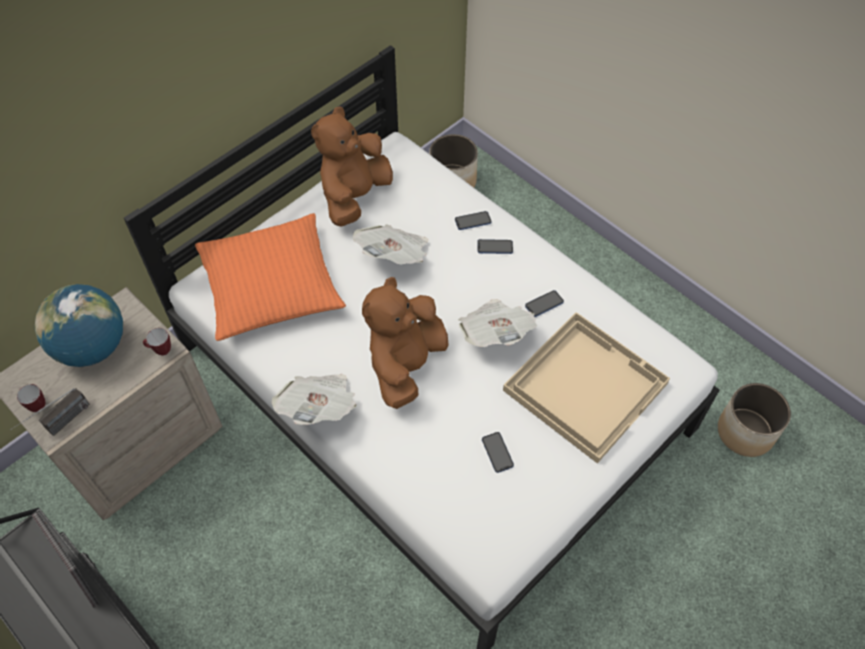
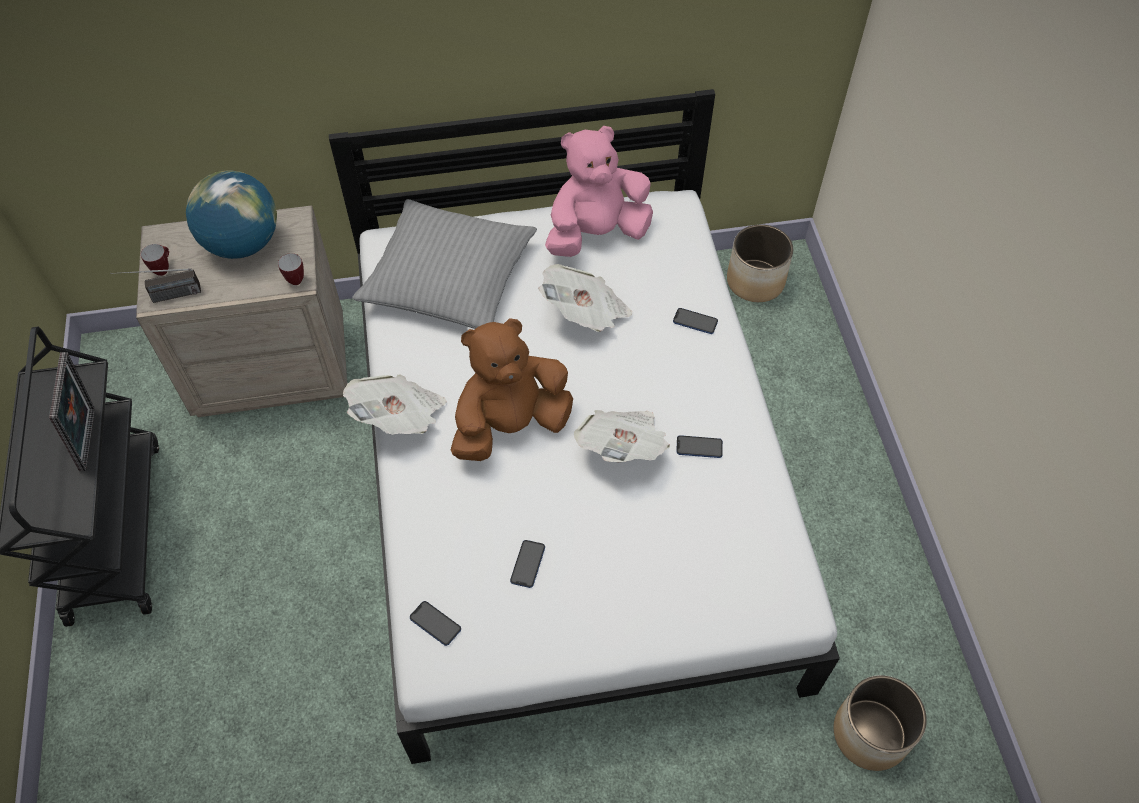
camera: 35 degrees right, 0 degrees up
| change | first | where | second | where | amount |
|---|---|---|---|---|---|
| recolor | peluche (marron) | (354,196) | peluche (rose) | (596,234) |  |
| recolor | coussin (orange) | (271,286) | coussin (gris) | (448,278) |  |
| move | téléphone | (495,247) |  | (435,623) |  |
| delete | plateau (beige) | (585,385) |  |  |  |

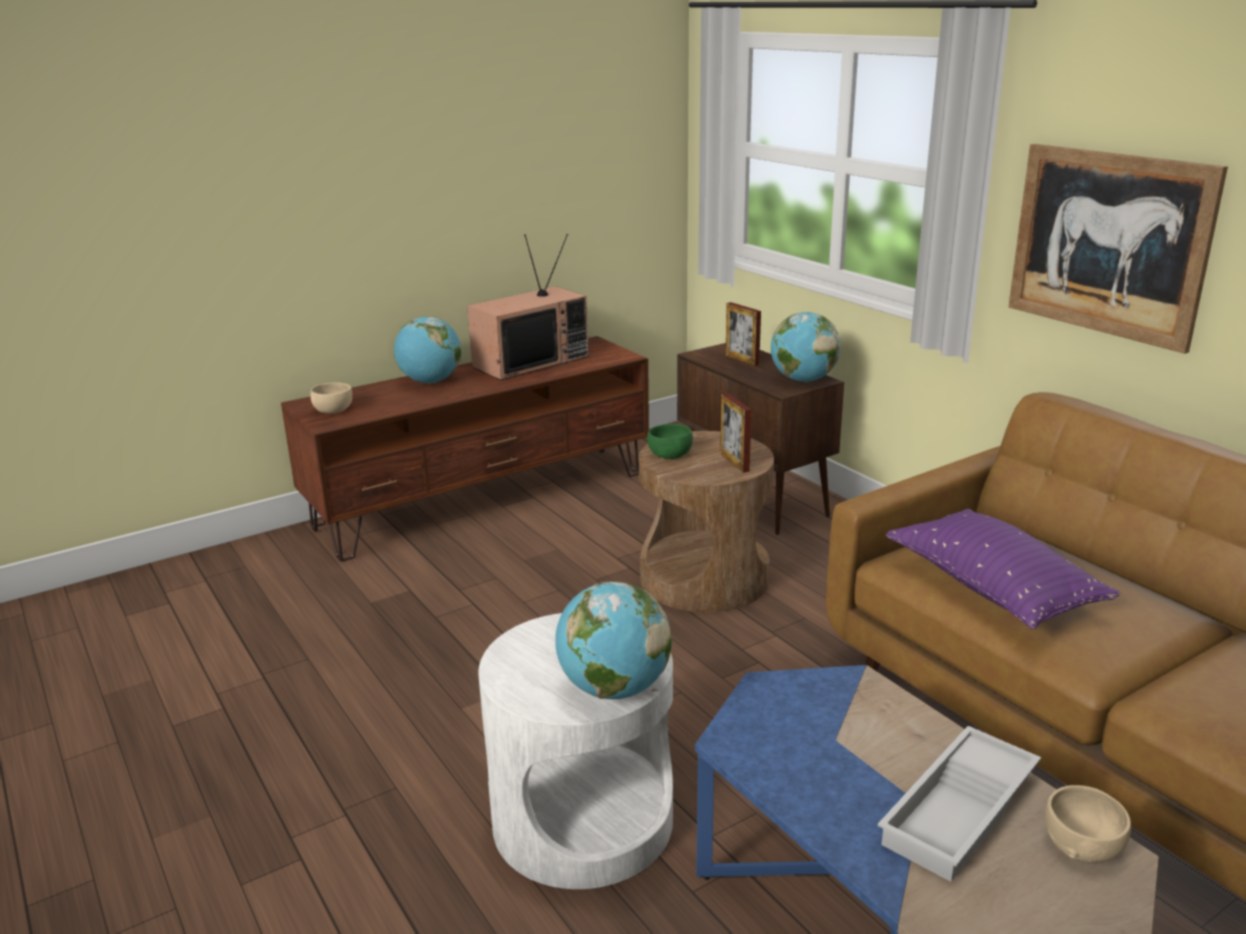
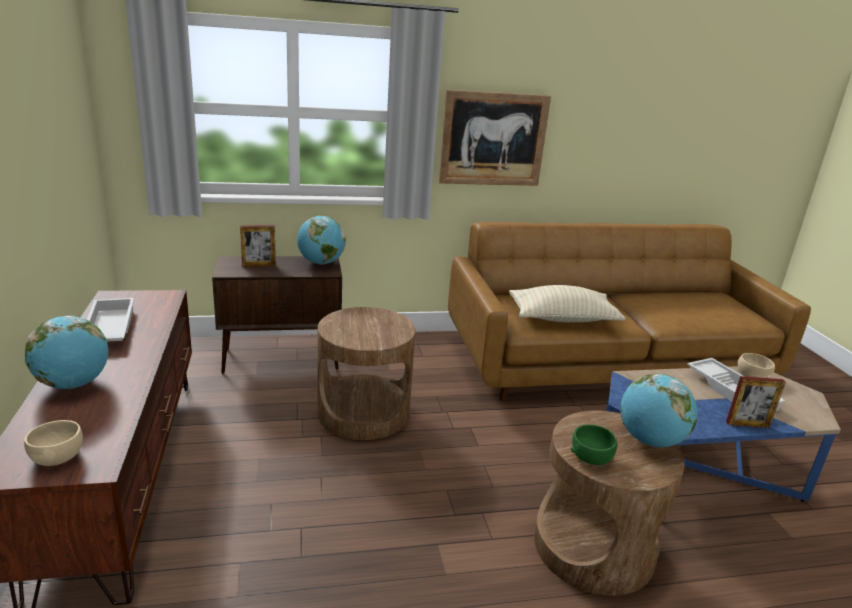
camera: 70 degrees left, 0 degrees up
| change | first | where | second | where | amount |
|---|---|---|---|---|---|
| replace | téléviseur | (531,361) | plateau (blanc) | (108,328) |  |
| move | cadre photo | (734,462) |  | (747,424) |  |
| move | bol (vert) | (670,454) |  | (591,456) |  |
| recolor | coussin (violet) | (992,589) | coussin (beige) | (562,319) |  |
| recolor | table d'appoint (blanc) | (583,819) | table d'appoint (marron) | (592,547) |  |

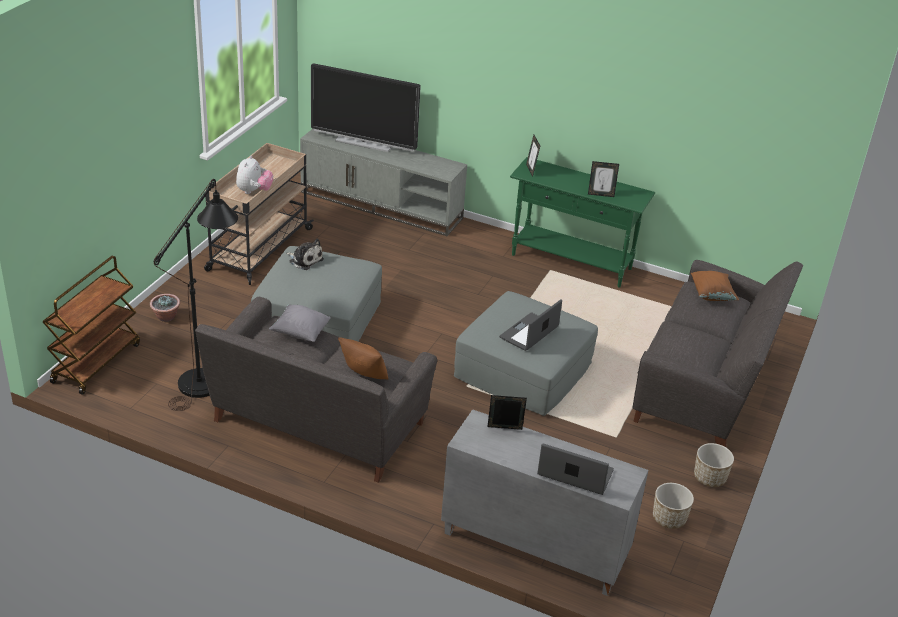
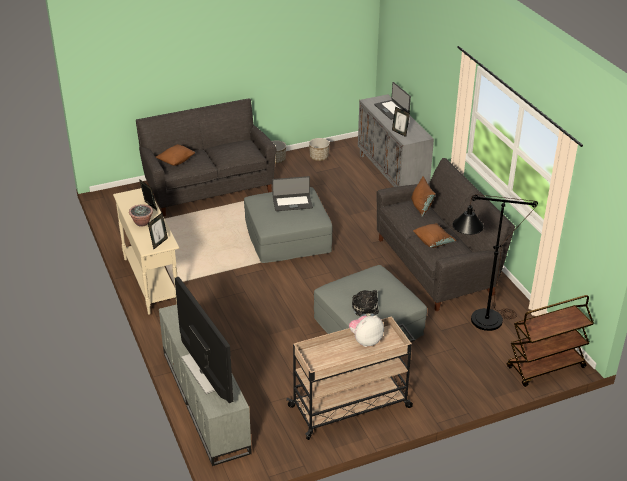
camera: 135 degrees left, 0 degrees up
| change | first | where | second | where | amount |
|---|---|---|---|---|---|
| recolor | table console (vert) | (571,262) | table console (beige) | (151,282) |  |
| move | plante en pot | (166,317) |  | (142,223) |  |
| recolor | coussin (gris) | (300,333) | coussin (marron) | (433,242) |  |

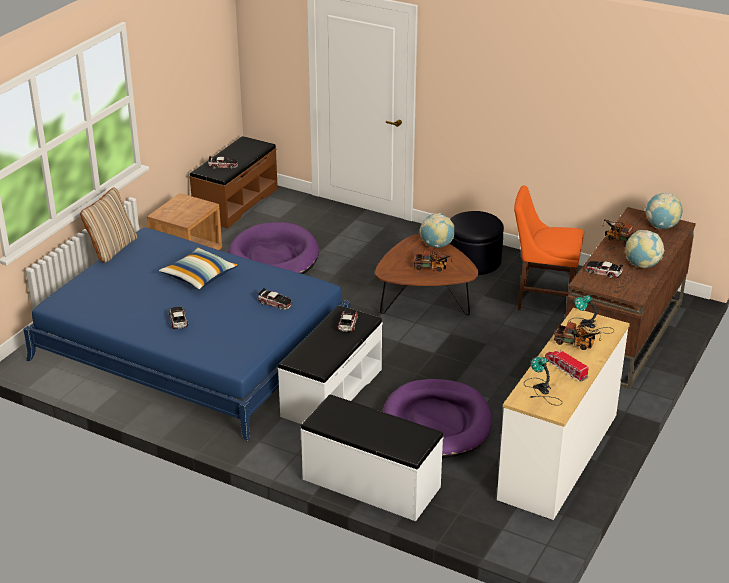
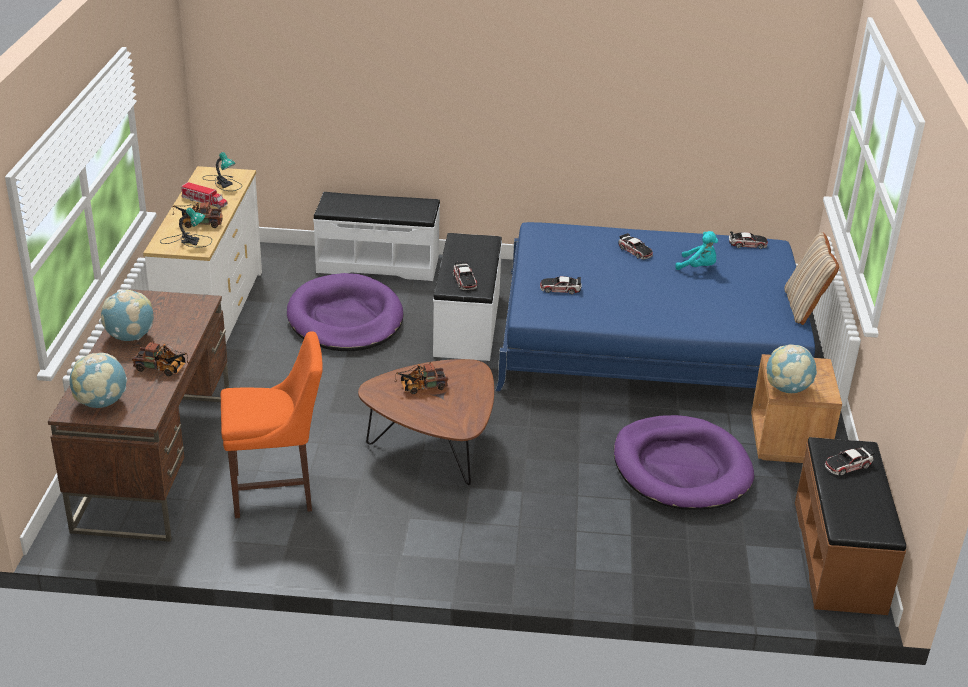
camera: 155 degrees right, 0 degrees up
| change | first | where | second | where | amount |
|---|---|---|---|---|---|
| delete | pouf (noir) | (473,261) |  |  |  |
| move | globe | (436,245) |  | (787,389) |  |
| delete | coussin | (199,276) |  |  |  |
| move | petite voiture | (603,272) |  | (747,244) |  |
| insert |  |  | peluche (turquoise) | (698,267) |  |

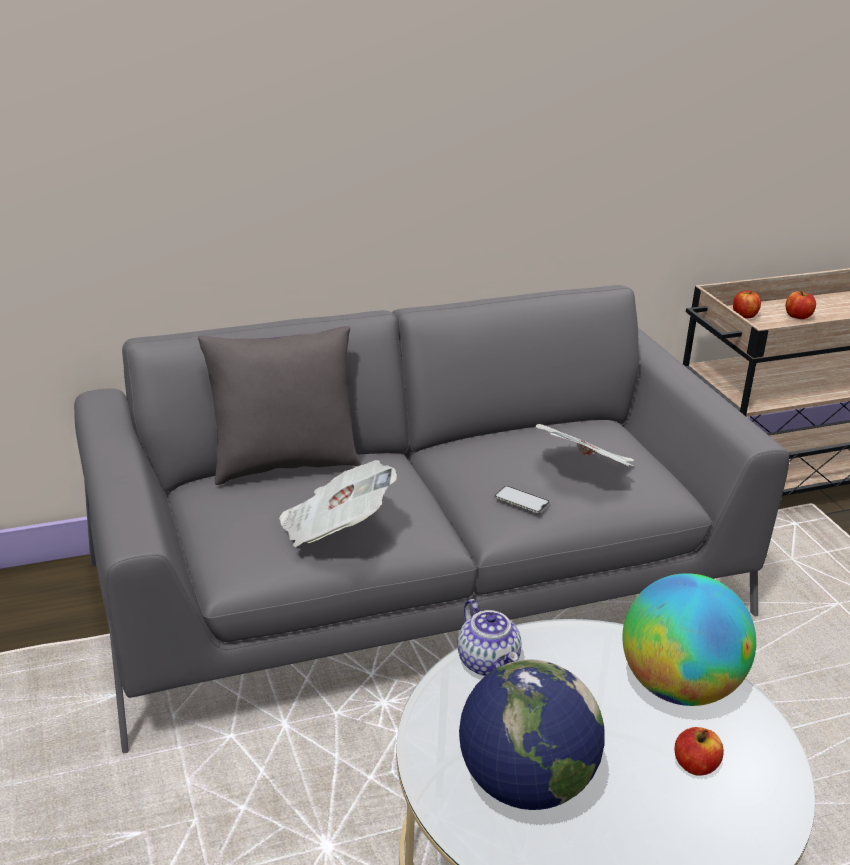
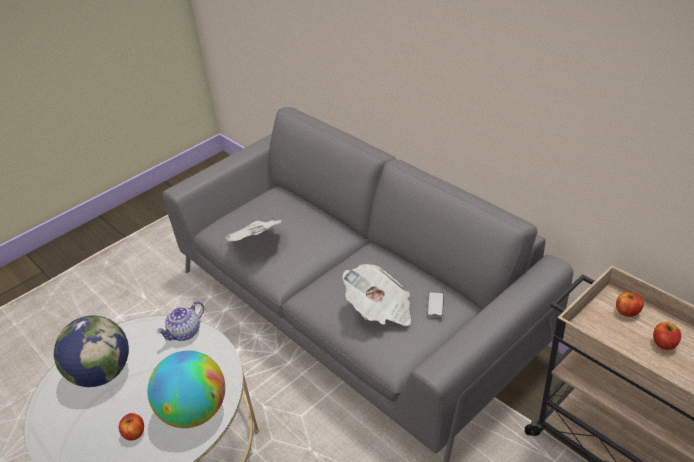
camera: 70 degrees right, 10 degrees up
| change | first | where | second | where | amount |
|---|---|---|---|---|---|
| delete | coussin (gris) | (283,465) |  |  |  |
| move | téléphone | (521,500) |  | (435,304) |  |

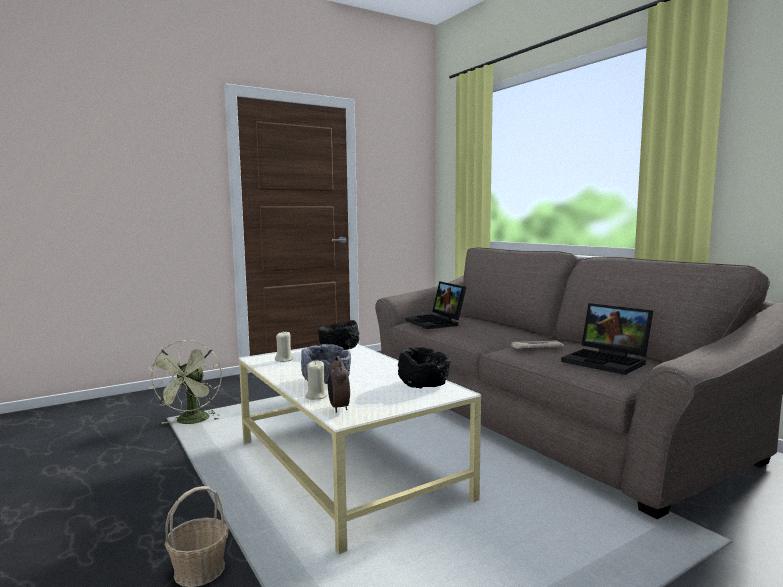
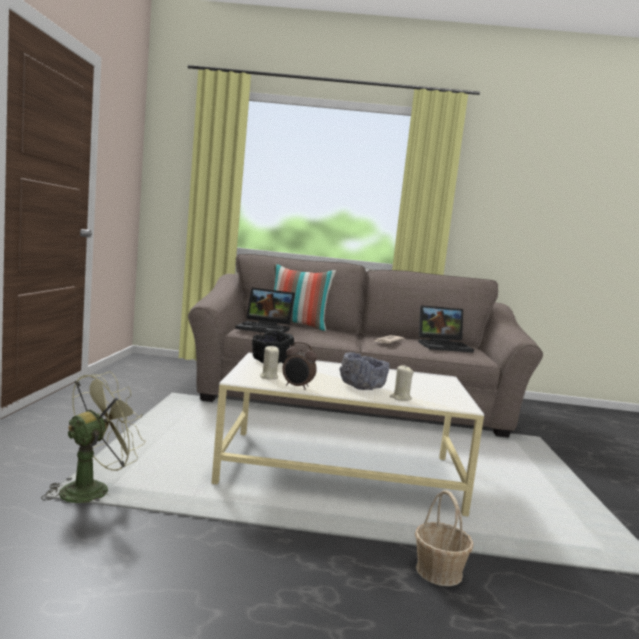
camera: 55 degrees left, 0 degrees up
| change | first | where | second | where | amount |
|---|---|---|---|---|---|
| rotate | ventilateur (vert) | (191,422) |  | (93,489) | 90 degrees counterclockwise |
| delete | bol (noir) | (423,383) |  |  |  |
| move | réveil | (338,408) |  | (297,387) |  |
| insert |  |  | coussin | (296,325) |  |

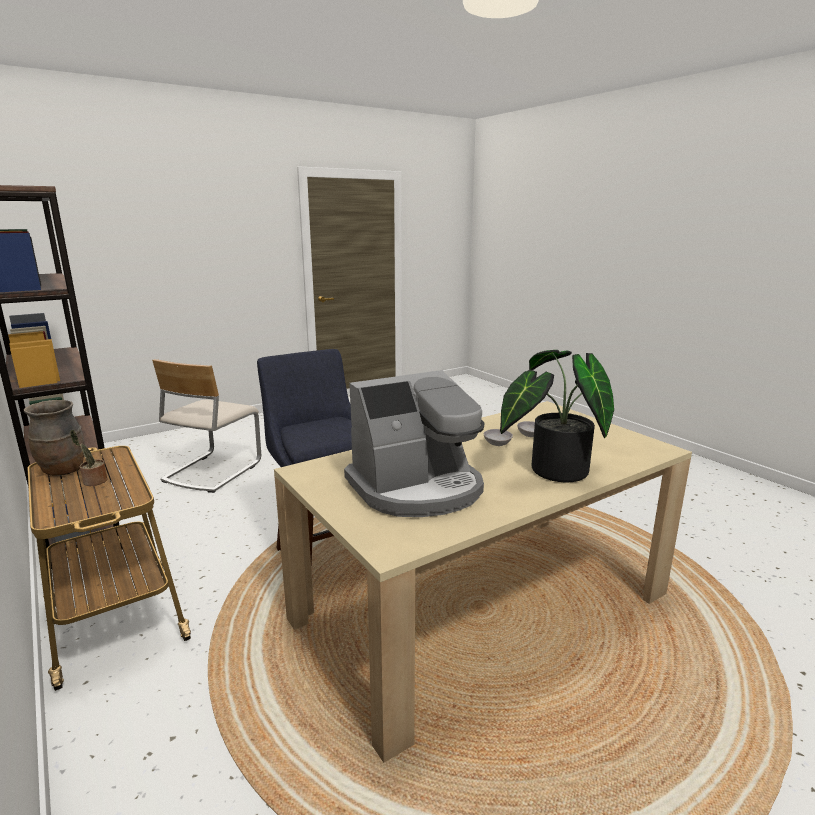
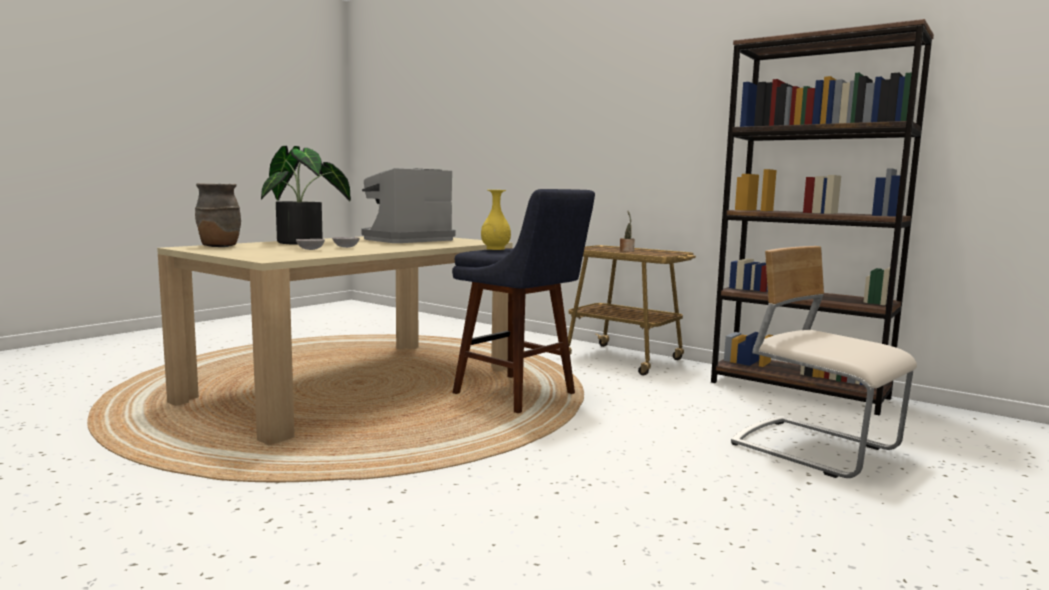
camera: 160 degrees right, 10 degrees down
| change | first | where | second | where | amount |
|---|---|---|---|---|---|
| rotate | chaise (beige) | (212,471) |  | (815,449) | 45 degrees counterclockwise |
| move | vase (marron) | (64,471) |  | (219,246) |  |
| insert |  |  | vase (jaune) | (495,249) |  |

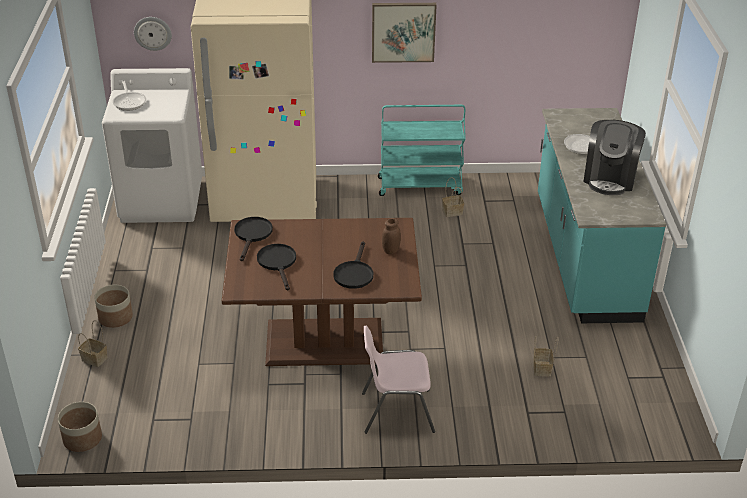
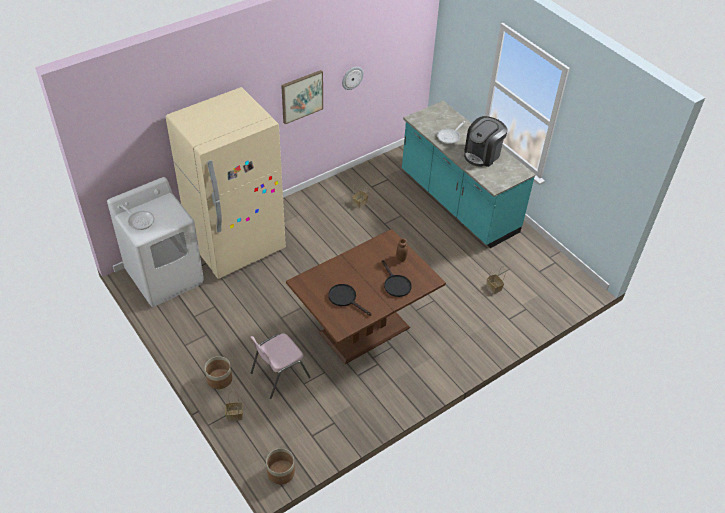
camera: 35 degrees left, 10 degrees up
| change | first | where | second | where | amount |
|---|---|---|---|---|---|
| move | horloge murale | (152,33) |  | (352,77) |  |
| delete | chariot (turquoise) | (420,185) |  |  |  |
| rotate | machine à café | (610,178) |  | (482,154) | 60 degrees clockwise |
| delete | poêle (noir) | (252,235) |  |  |  |
| move | chaise (rose) | (396,411) |  | (279,375) |  |

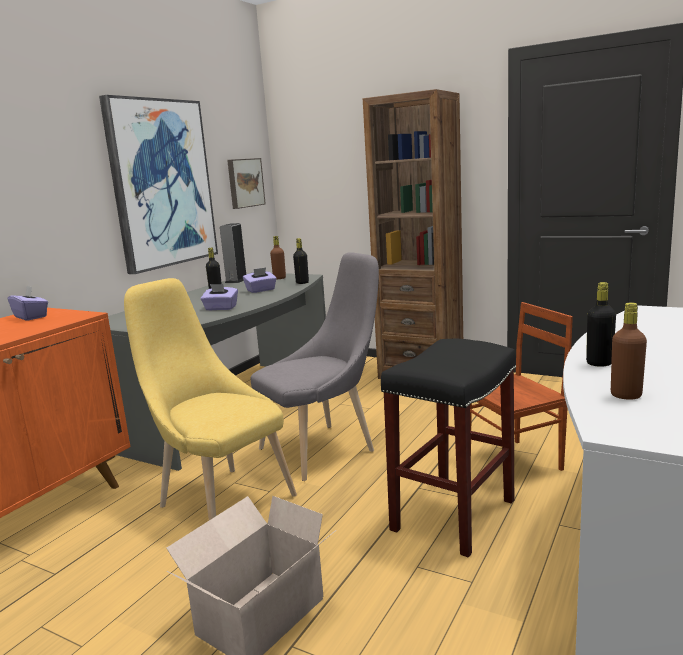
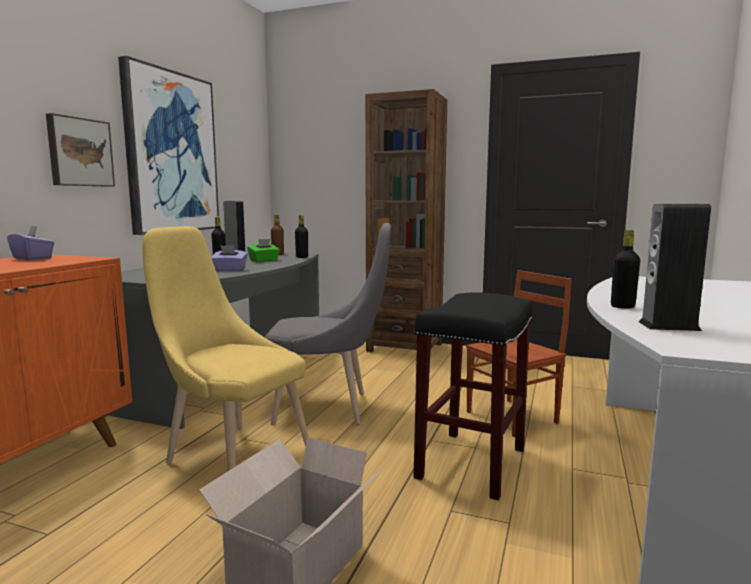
camera: 10 degrees left, 5 degrees down
| change | first | where | second | where | amount |
|---|---|---|---|---|---|
| move | tableau | (244,183) |  | (79,152) |  |
| rotate | chaise (gris) | (324,448) |  | (329,408) | 45 degrees clockwise |
| recolor | boîte à mouchoirs (violet) | (261,290) | boîte à mouchoirs (vert) | (264,260) |  |
| replace | bouteille (marron) | (626,395) | enceinte | (668,326) |  |

